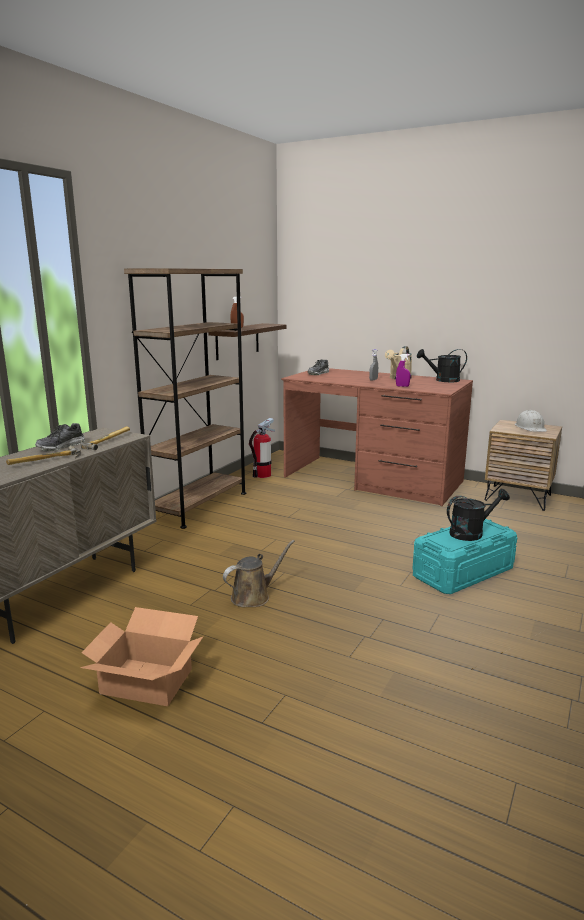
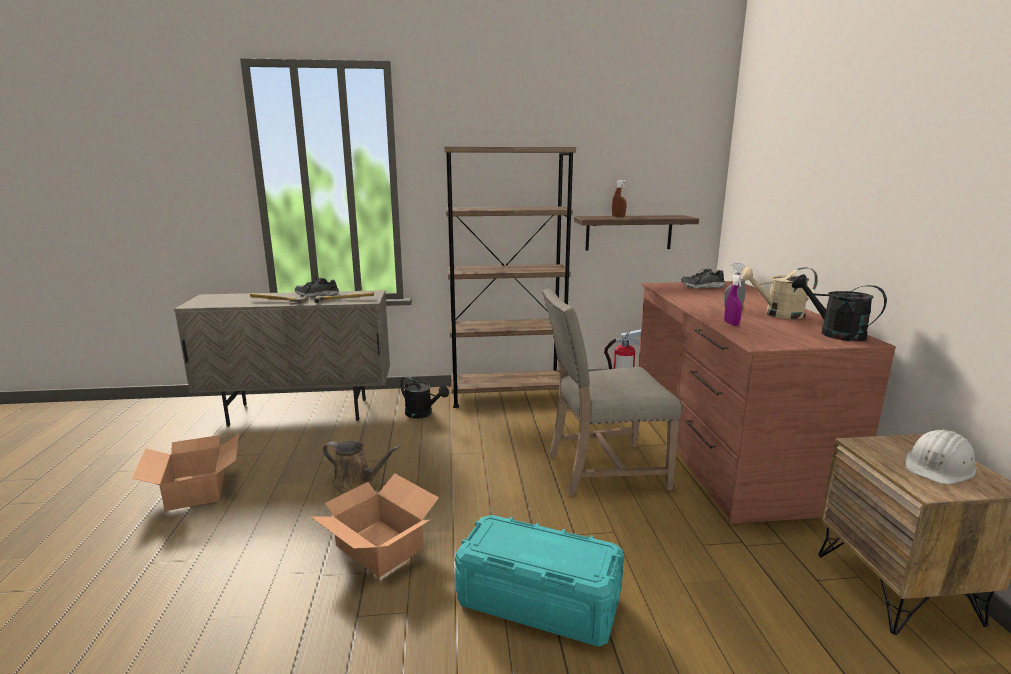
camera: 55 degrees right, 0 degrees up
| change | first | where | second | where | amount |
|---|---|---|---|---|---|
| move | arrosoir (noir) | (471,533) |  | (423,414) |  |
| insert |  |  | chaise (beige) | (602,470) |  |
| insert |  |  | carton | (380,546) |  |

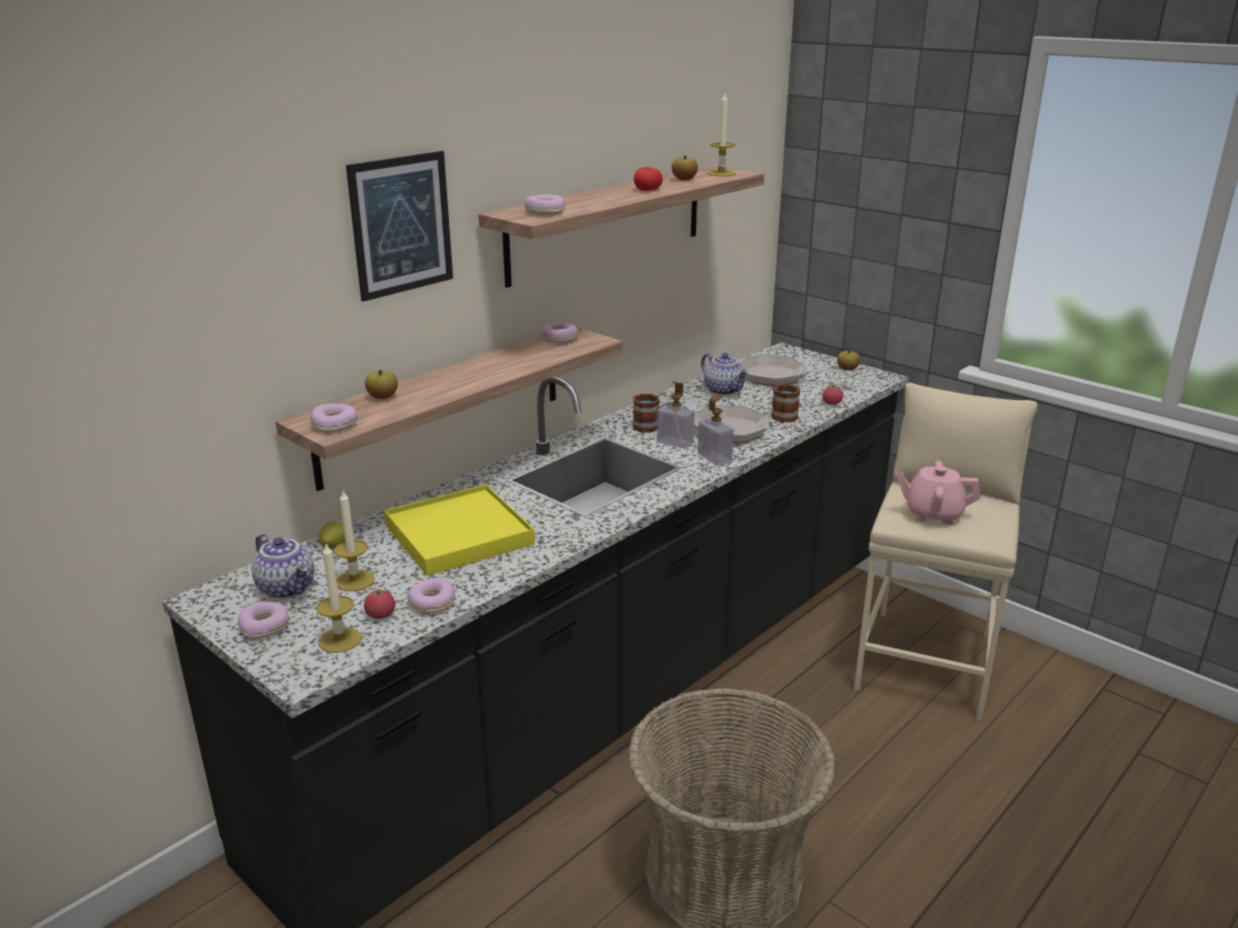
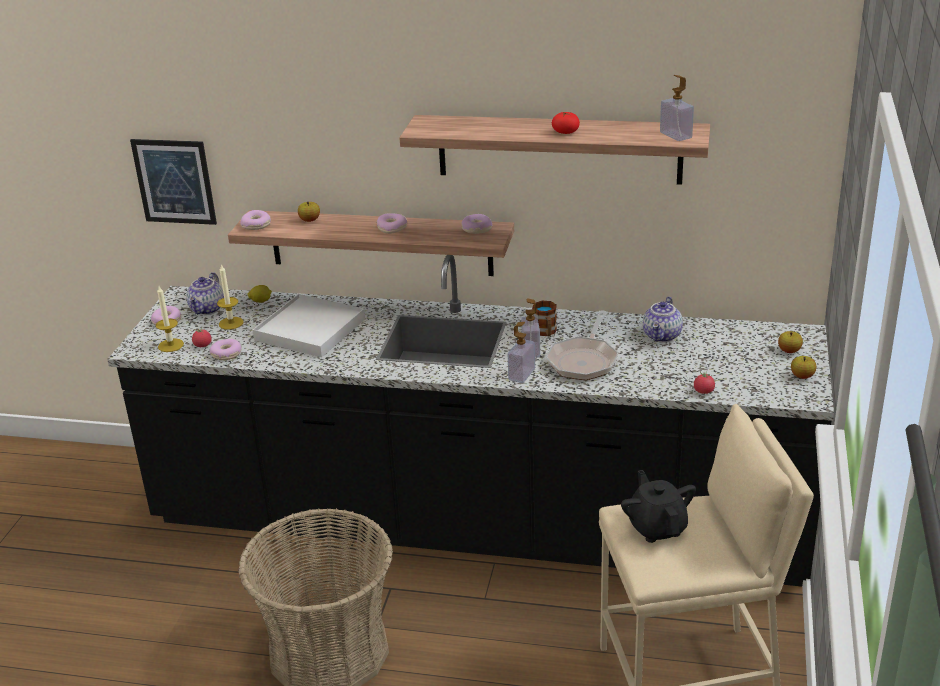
camera: 60 degrees right, 5 degrees up
| change | first | where | second | where | amount |
|---|---|---|---|---|---|
| replace | bougie | (721,173) | distributeur de savon | (675,135) |  |
| move | tableau | (401,225) |  | (174,181) |  |
| move | pomme | (684,180) |  | (789,351) |  |
| move | beignet | (545,212) |  | (392,228) |  |
| delete | poêle | (778,377) |  |  |  |
| delete | mug | (785,414) |  |  |  |
| recolor | théière (rose) | (933,514) | théière (noir) | (657,527) |  |
| recolor | plateau (jaune) | (458,534) | plateau (blanc) | (310,329) |  |

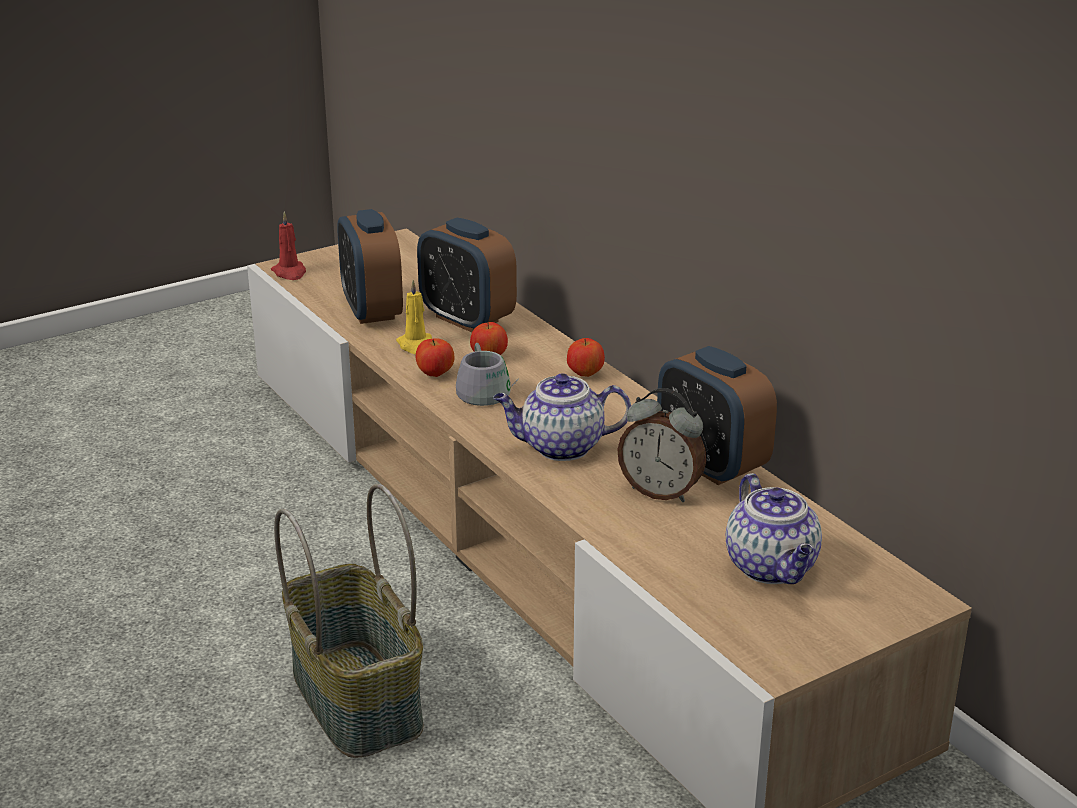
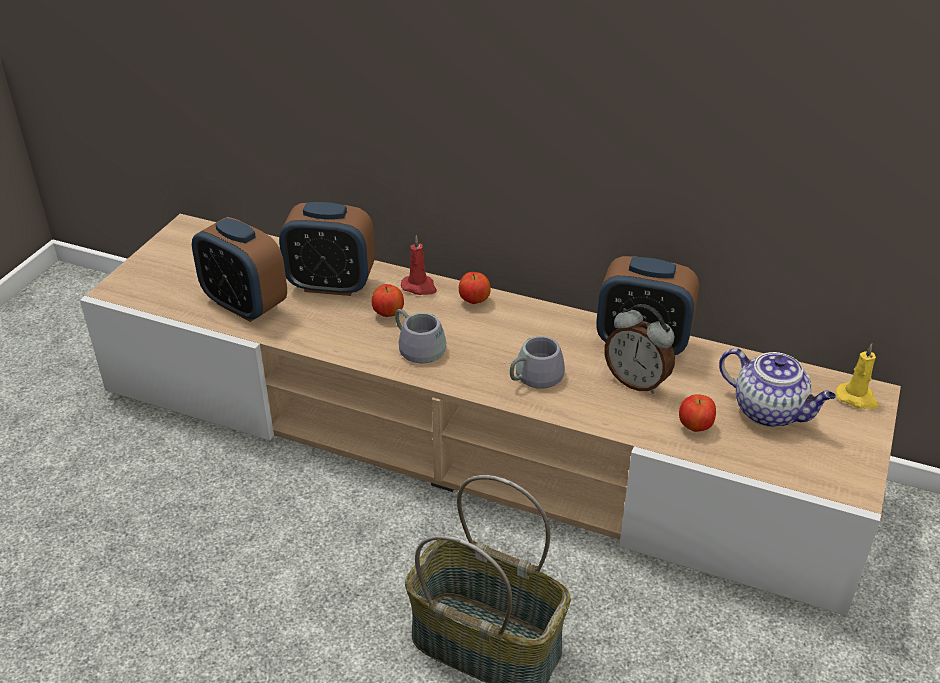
camera: 35 degrees left, 10 degrees up
| change | first | where | second | where | amount |
|---|---|---|---|---|---|
| move | bougie (rouge) | (290,273) |  | (419,287) |  |
| move | bougie (jaune) | (416,345) |  | (857,398) |  |
| move | pomme | (435,374) |  | (695,426) |  |
| replace | théière | (560,447) | mug (gris) | (530,374) |  |
| rotate | réveil | (661,491) |  | (637,381) | 45 degrees clockwise |

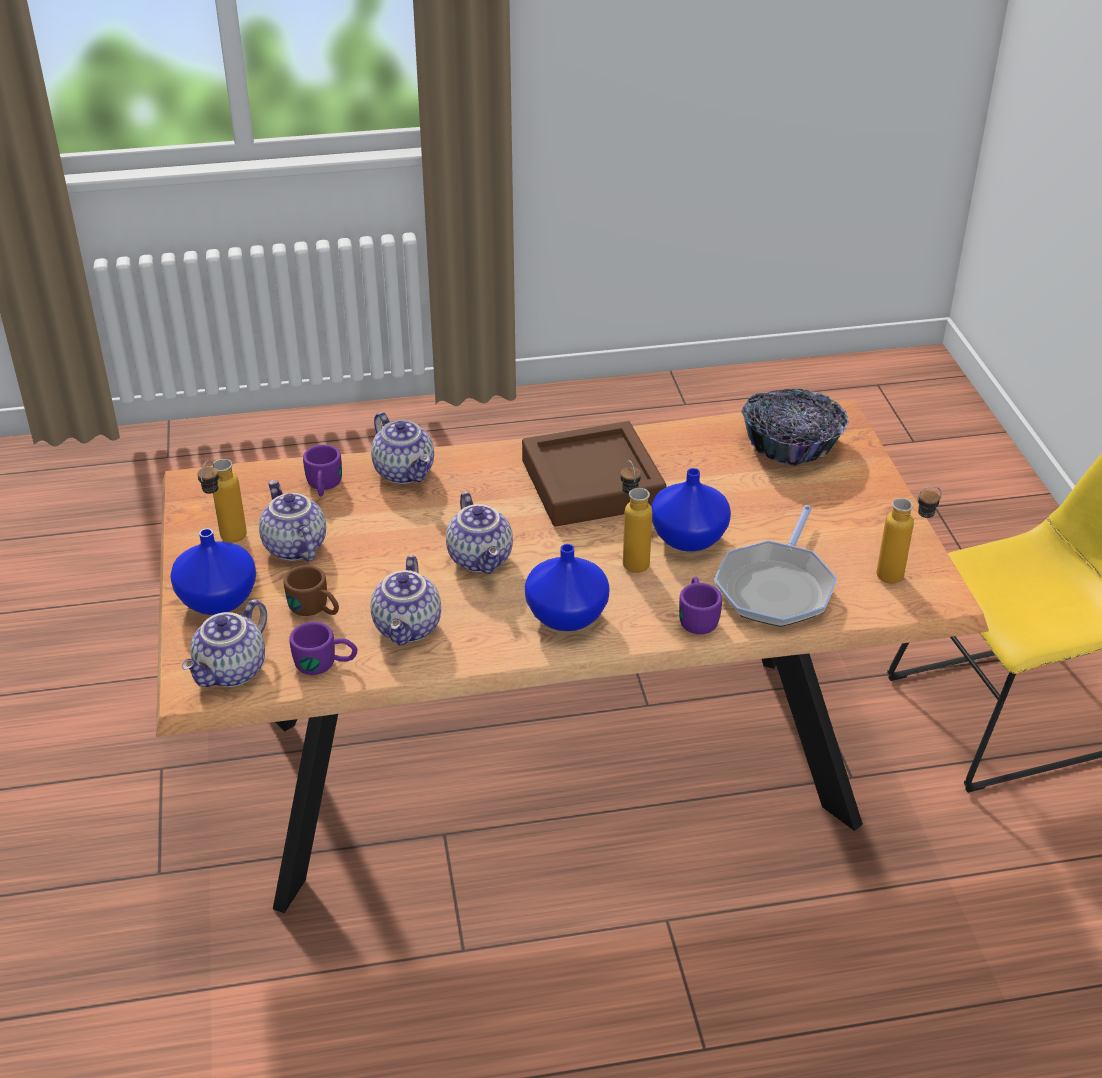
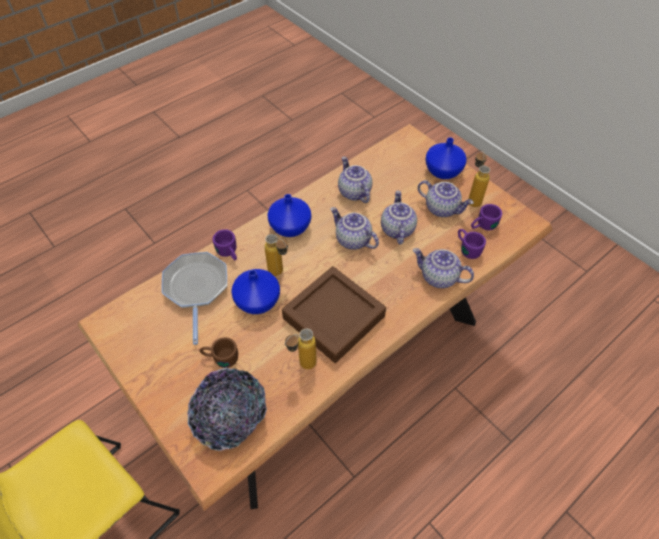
camera: 150 degrees right, 15 degrees up
| change | first | where | second | where | amount |
|---|---|---|---|---|---|
| move | bouteille | (901,575) |  | (302,366) |  |
| move | mug (marron) | (316,609) |  | (220,358) |  |
| move | théière | (232,672) |  | (396,229) |  |
| move | mug (violet) | (326,664) |  | (482,226) |  |

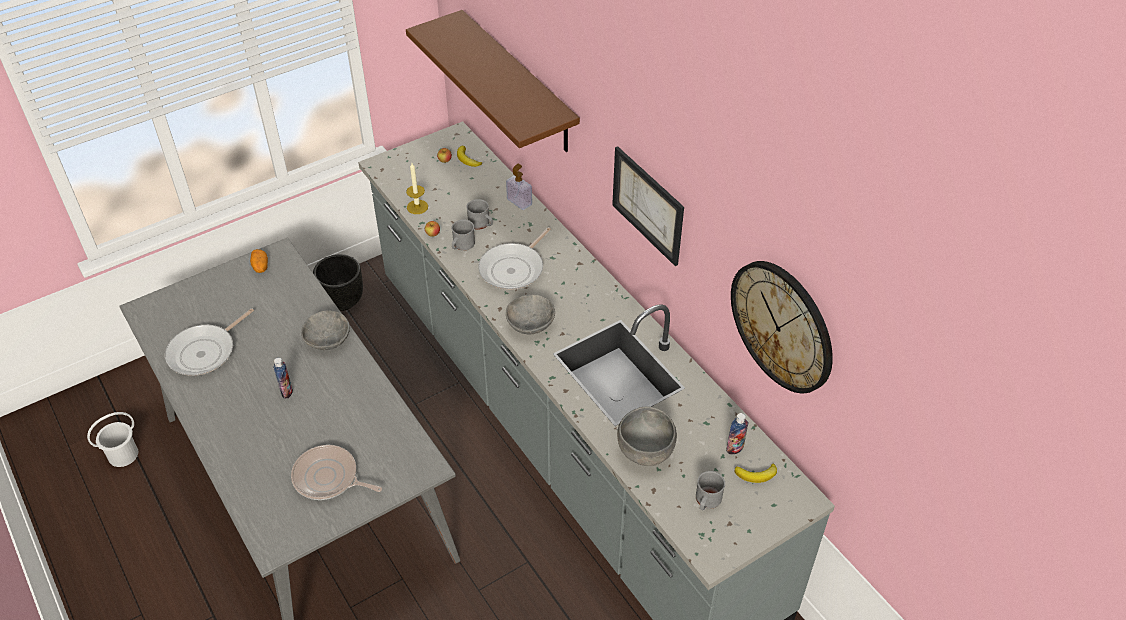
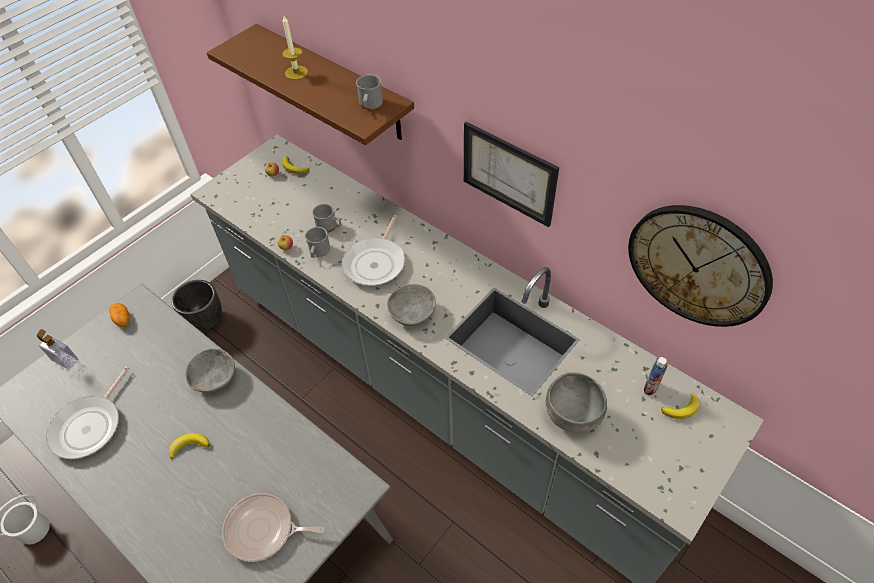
camera: 15 degrees left, 5 degrees up
| change | first | where | second | where | amount |
|---|---|---|---|---|---|
| move | bougie | (417,207) |  | (296,72) |  |
| move | distributeur de savon | (519,202) |  | (65,360) |  |
| replace | bouteille | (286,391) | banane | (189,445) |  |
| move | mug (gris) | (707,501) |  | (370,105) |  |

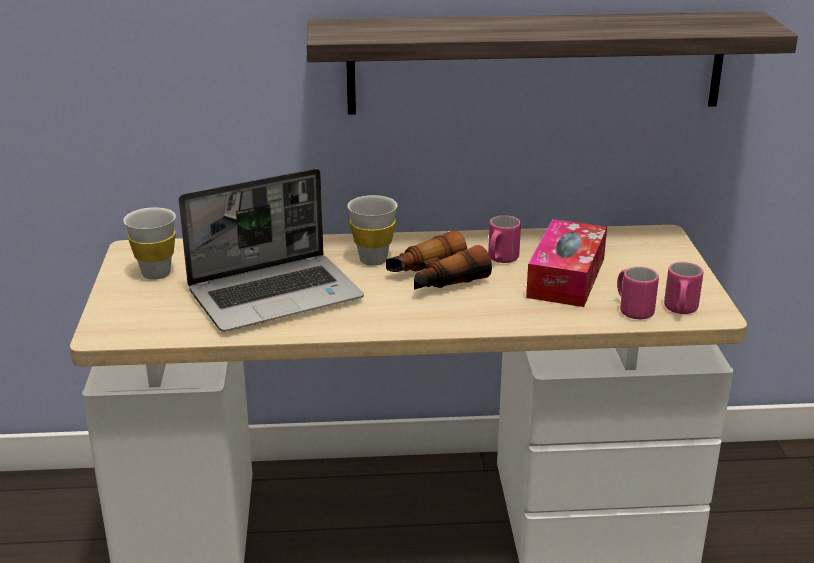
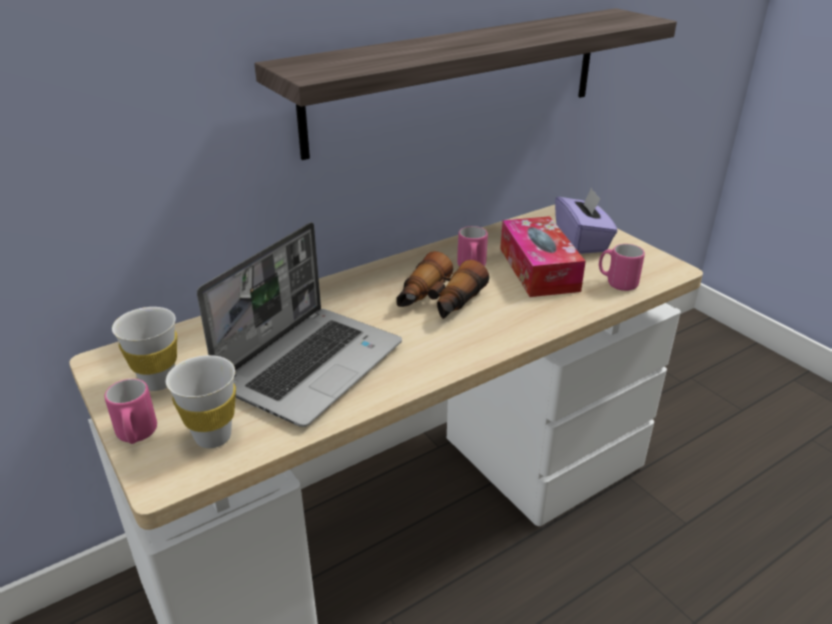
camera: 30 degrees left, 5 degrees up
| change | first | where | second | where | amount |
|---|---|---|---|---|---|
| move | tasse (blanc) | (373,260) |  | (213,437) |  |
| move | mug (rose) | (680,310) |  | (136,436) |  |
| insert |  |  | boîte à mouchoirs (violet) | (582,241) |  |

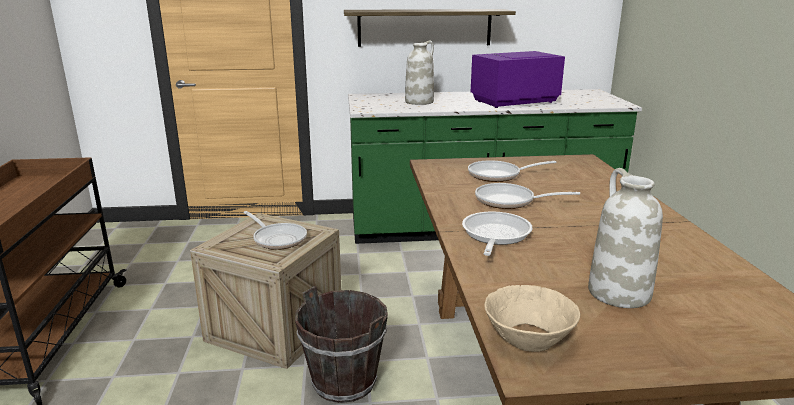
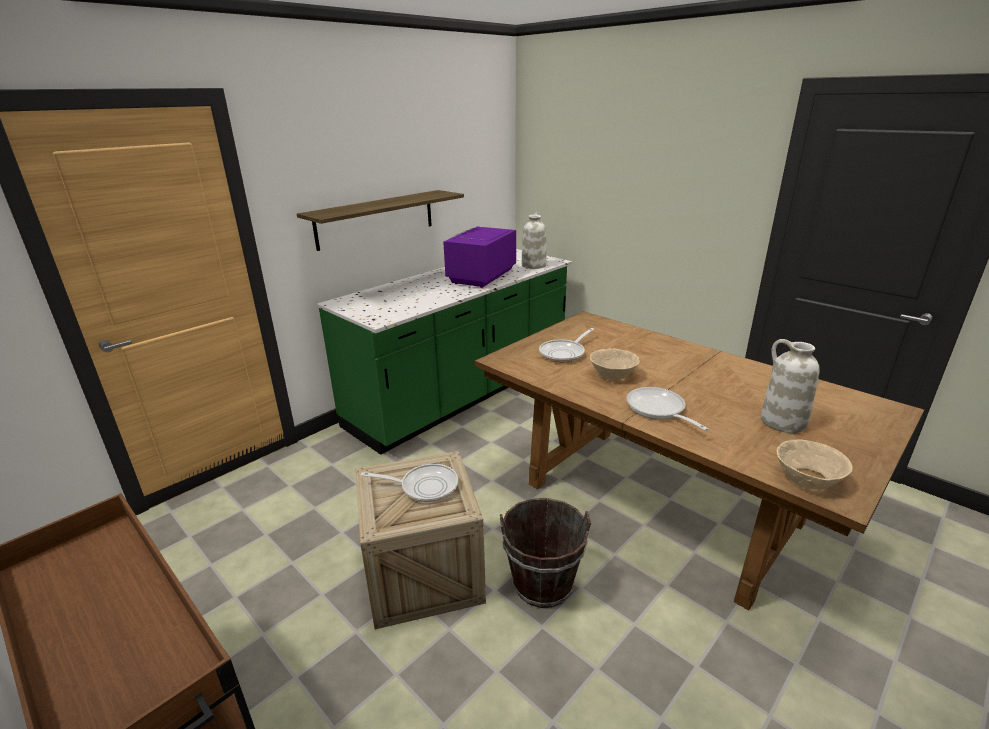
camera: 40 degrees left, 5 degrees up
| change | first | where | second | where | amount |
|---|---|---|---|---|---|
| move | vase (blanc) | (419,102) |  | (533,265) |  |
| replace | poêle | (510,201) | bol (beige) | (613,375) |  |

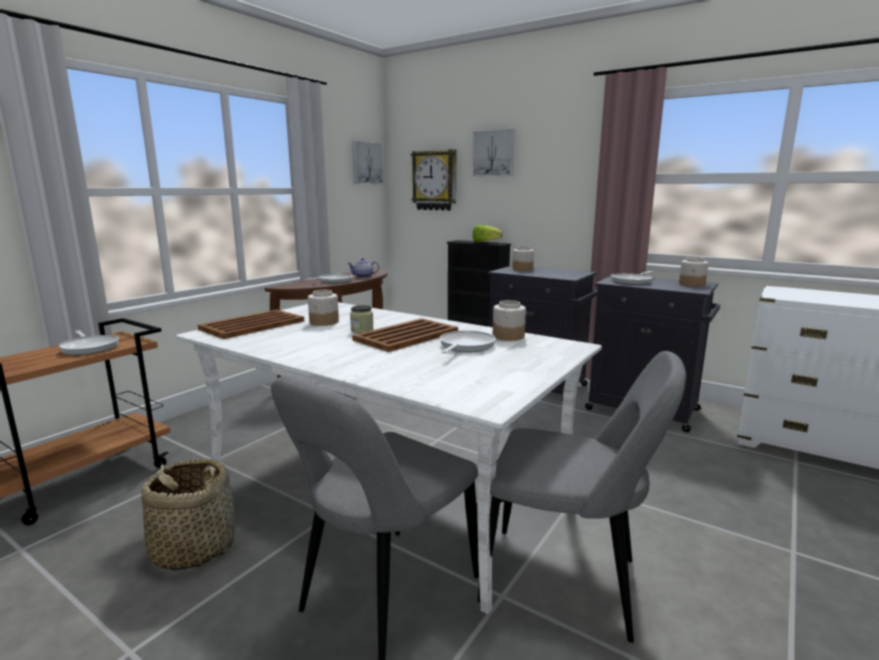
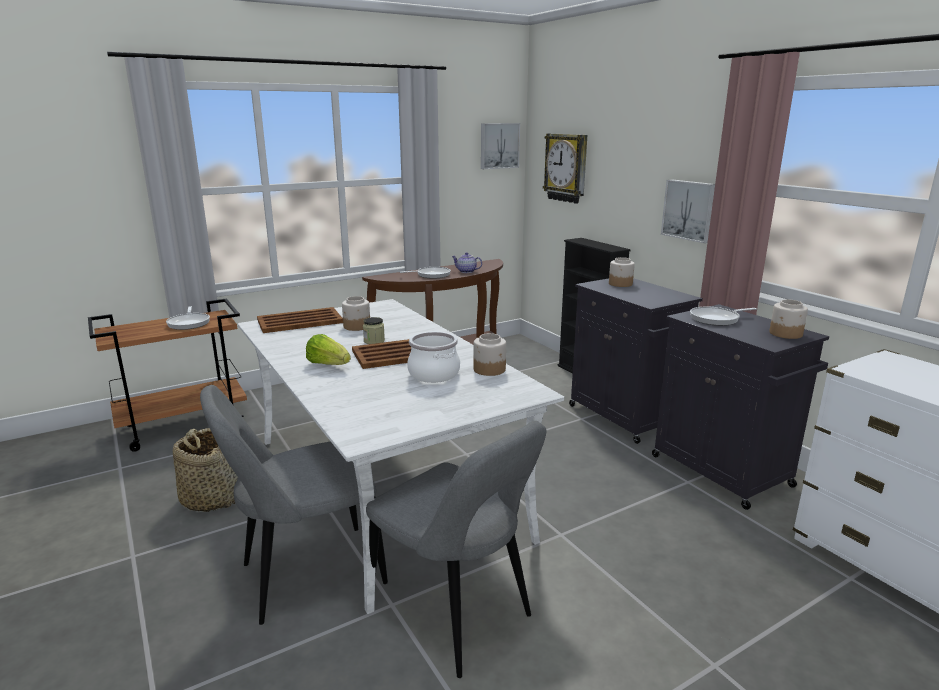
camera: 25 degrees right, 5 degrees up
| change | first | where | second | where | amount |
|---|---|---|---|---|---|
| move | tableau | (494,153) |  | (689,210) |  |
| move | laitue | (485,242) |  | (328,364) |  |
| replace | poêle | (465,346) | marmite | (433,374) |  |

